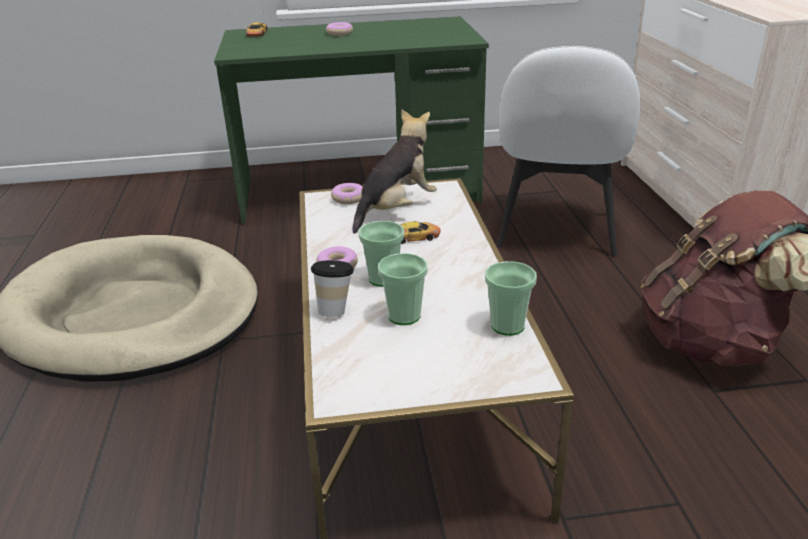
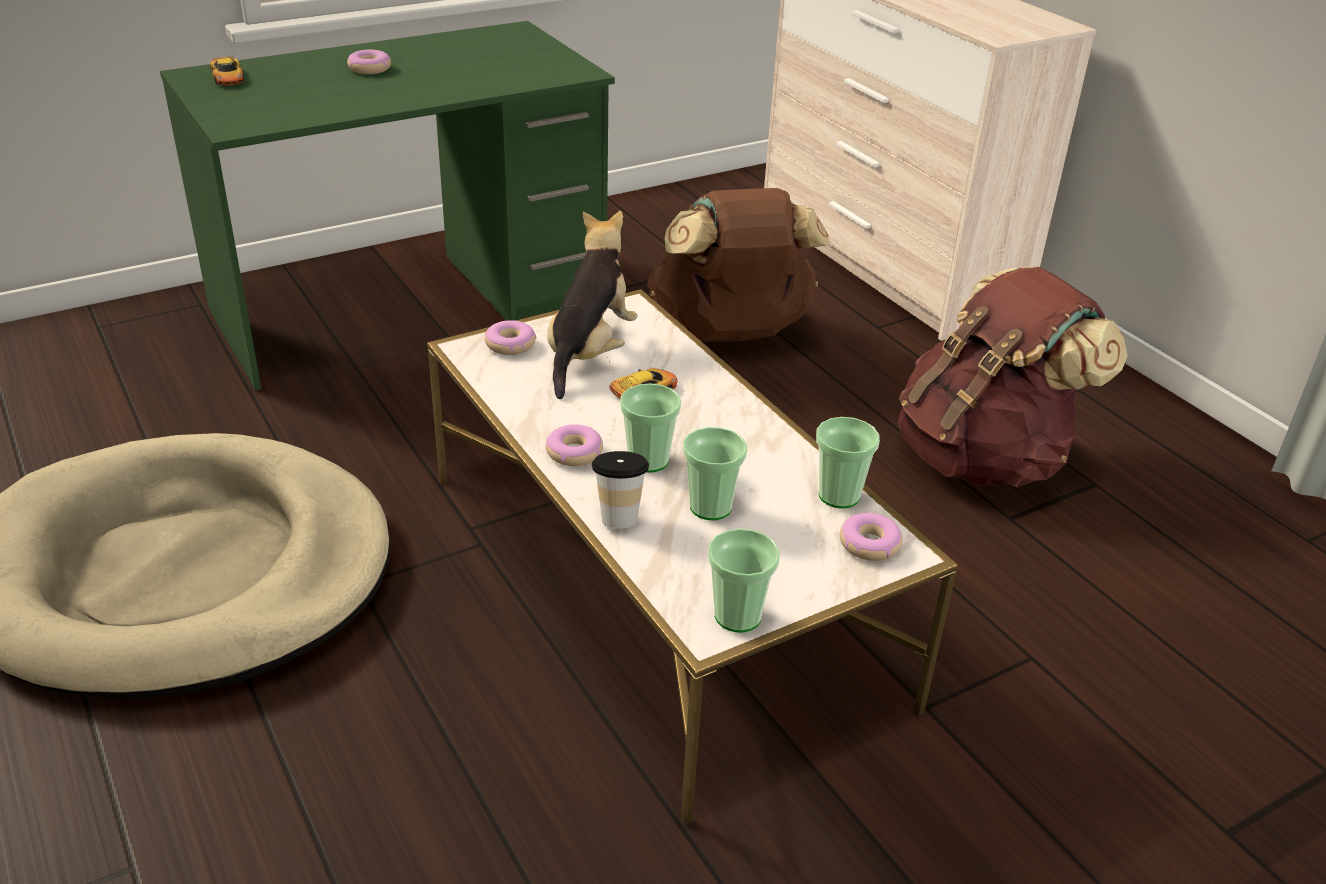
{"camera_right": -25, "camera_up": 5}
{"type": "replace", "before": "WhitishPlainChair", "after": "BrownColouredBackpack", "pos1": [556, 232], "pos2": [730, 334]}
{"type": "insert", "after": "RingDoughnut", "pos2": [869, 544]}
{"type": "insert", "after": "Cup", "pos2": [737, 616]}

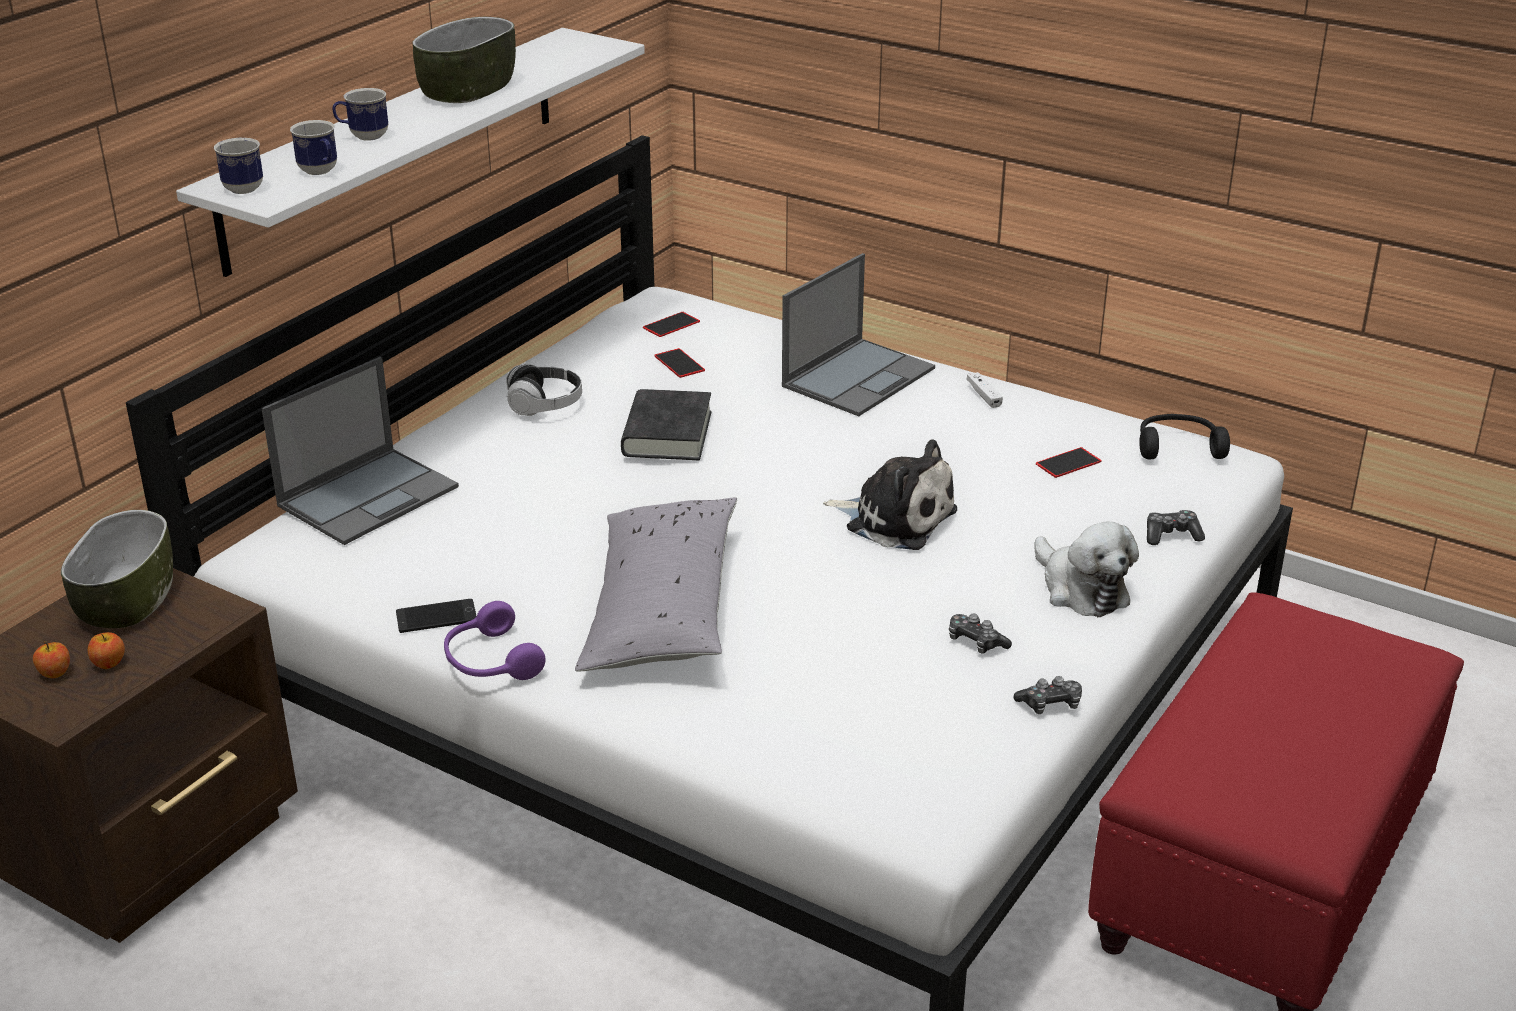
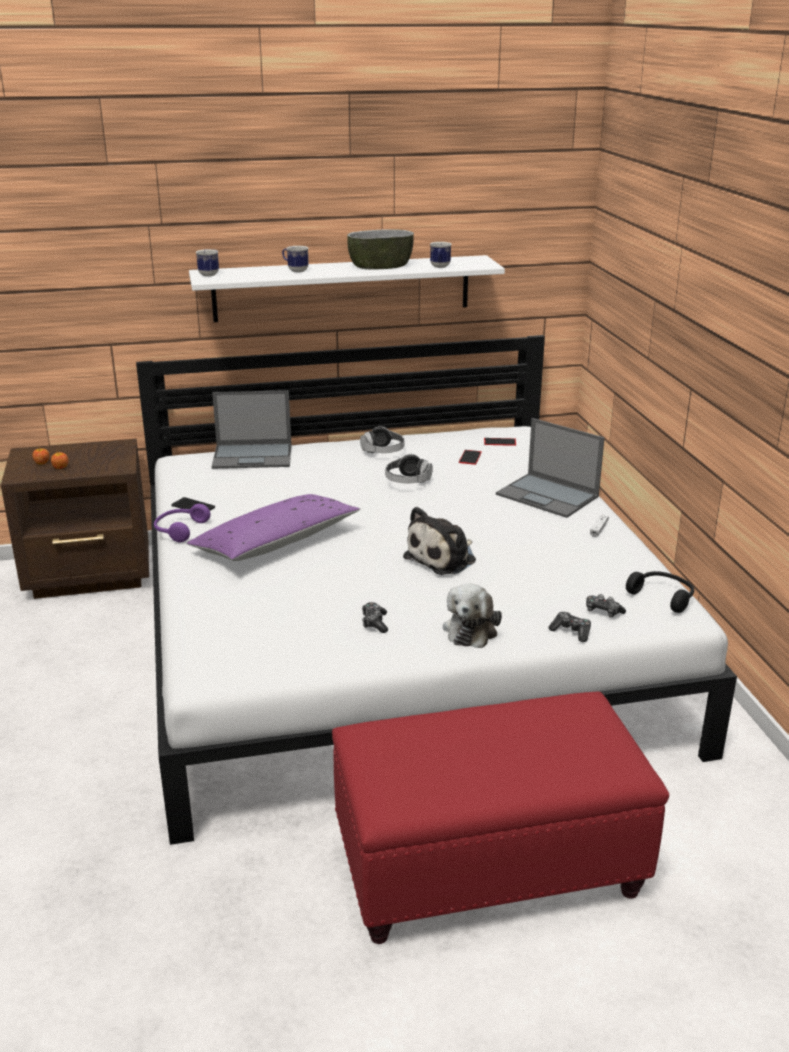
{"camera_right": 45, "camera_up": -5}
{"type": "move", "before": "TeaMug", "pos1": [321, 172], "pos2": [440, 267]}
{"type": "rotate", "before": "PortableComputer", "pos1": [859, 377], "pos2": [548, 496], "turn": 45}
{"type": "replace", "before": "BlackColouredBook", "after": "PairOfHeadphones", "pos1": [667, 434], "pos2": [407, 481]}
{"type": "rotate", "before": "CuddlyToy", "pos1": [895, 518], "pos2": [443, 558], "turn": 60}
{"type": "delete", "before": "Phone", "pos1": [1068, 463]}
{"type": "recolor", "before": "GrayPillow", "after": "PurplishPillow", "pos1": [661, 607], "pos2": [276, 543]}
{"type": "delete", "before": "ServingBowl", "pos1": [126, 600]}
{"type": "move", "before": "Gamepad", "pos1": [1050, 704], "pos2": [603, 612]}

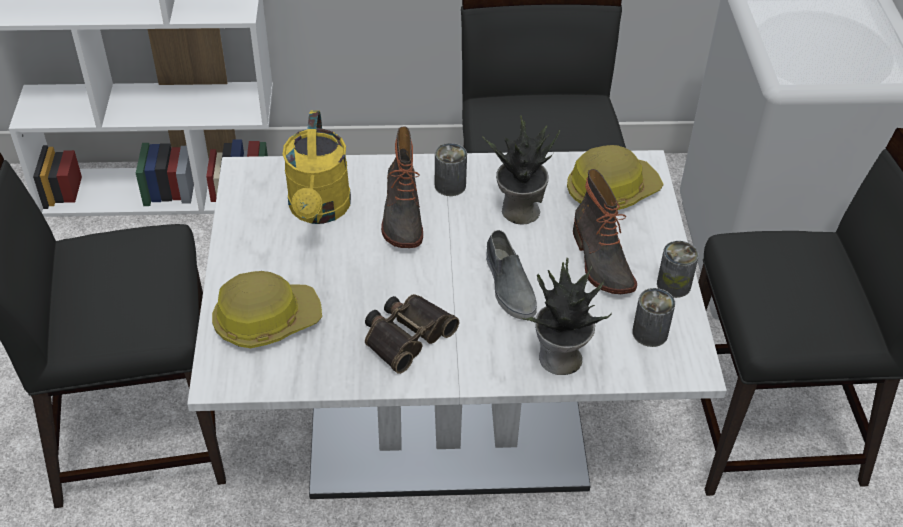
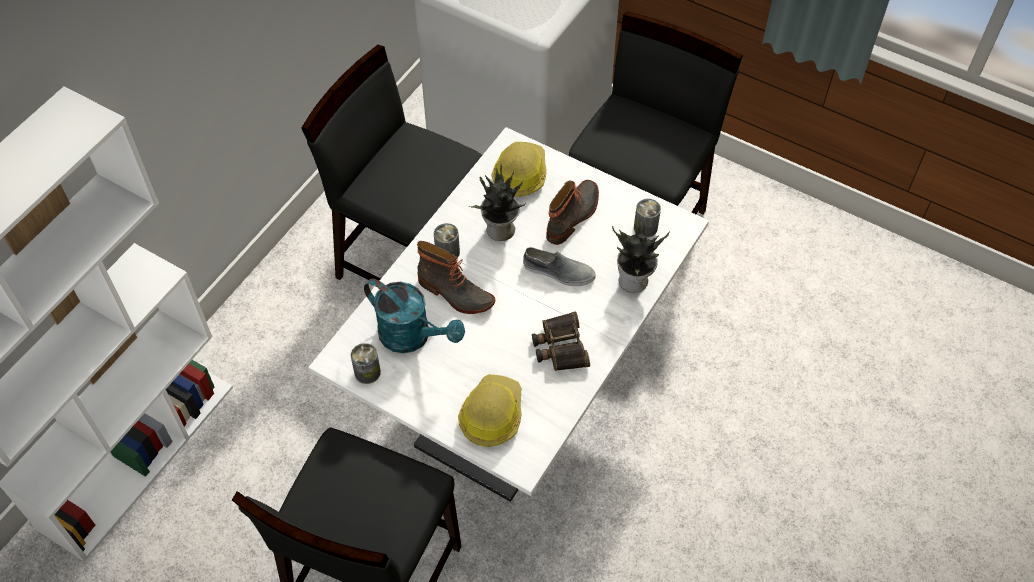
{"camera_right": -55, "camera_up": 10}
{"type": "recolor", "before": "YellowColouredWateringPot", "after": "BlueGreenWateringPot", "pos1": [319, 211], "pos2": [413, 336]}
{"type": "rotate", "before": "Boot", "pos1": [600, 261], "pos2": [573, 216], "turn": -75}
{"type": "move", "before": "Can", "pos1": [673, 285], "pos2": [367, 372]}

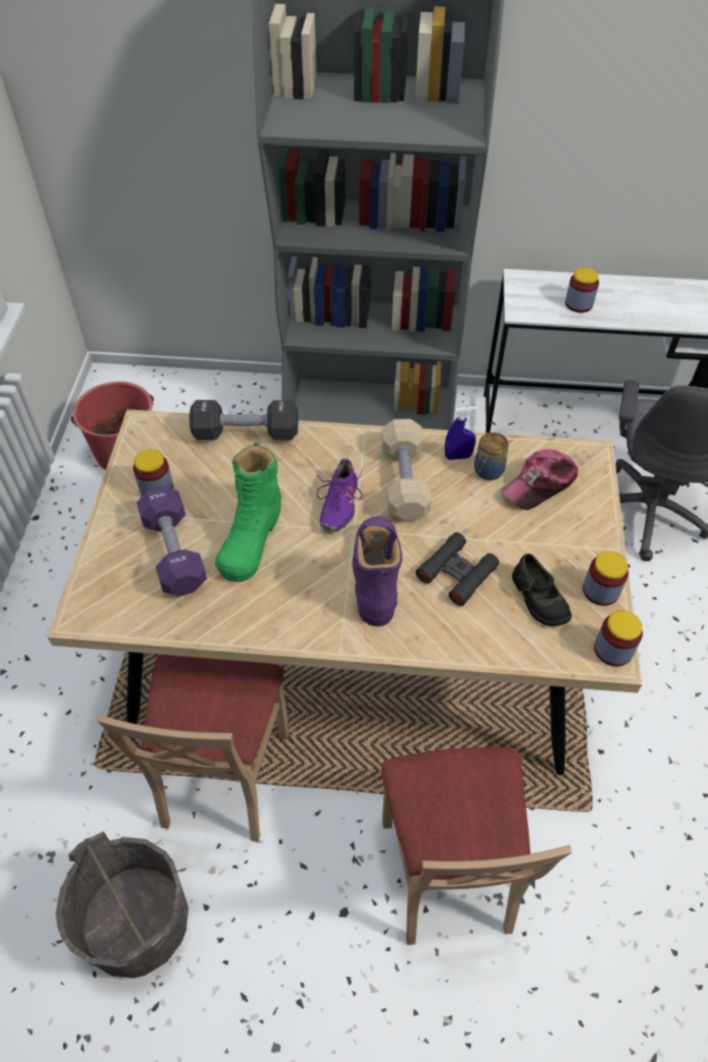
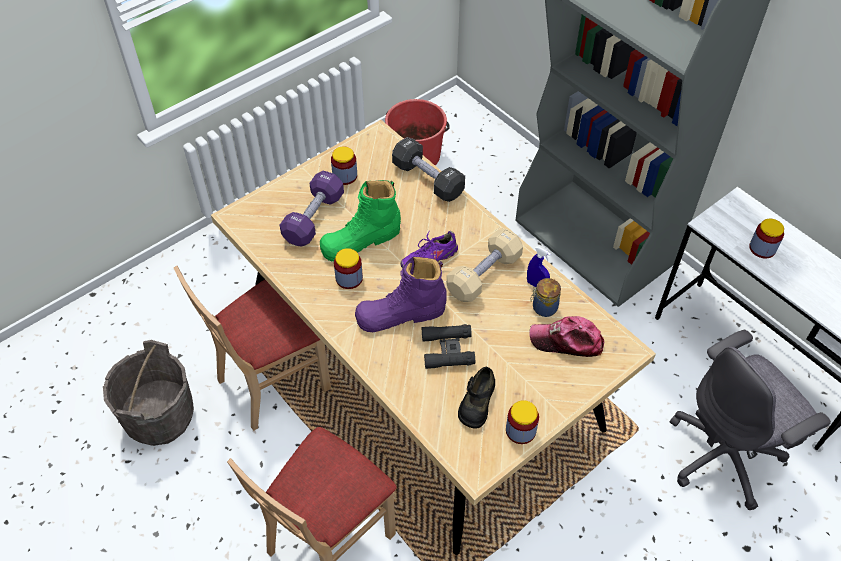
{"camera_right": 45, "camera_up": 0}
{"type": "rotate", "before": "PurplishBoot", "pos1": [376, 575], "pos2": [401, 314], "turn": -150}
{"type": "move", "before": "StorageJar", "pos1": [613, 649], "pos2": [349, 278]}

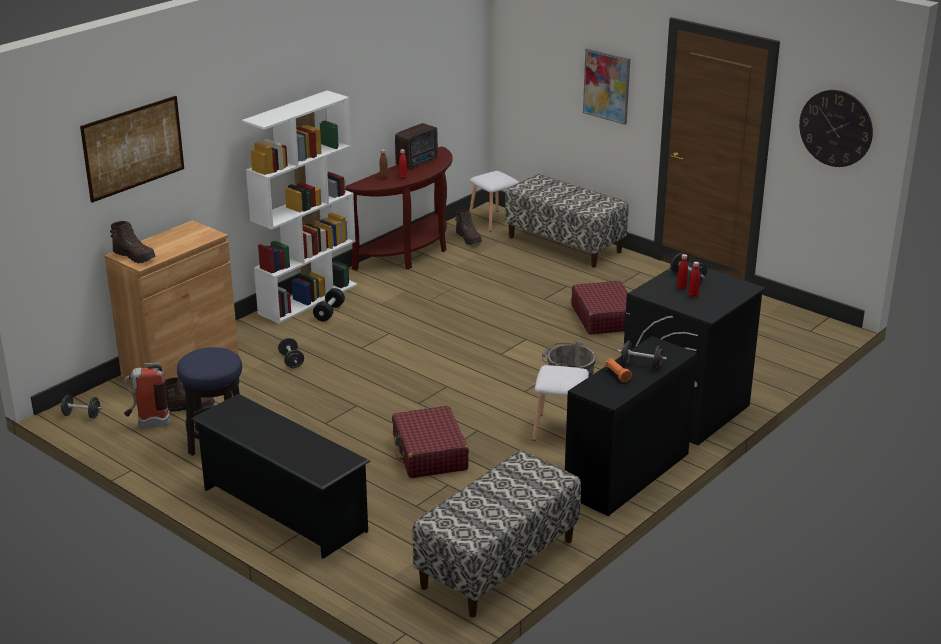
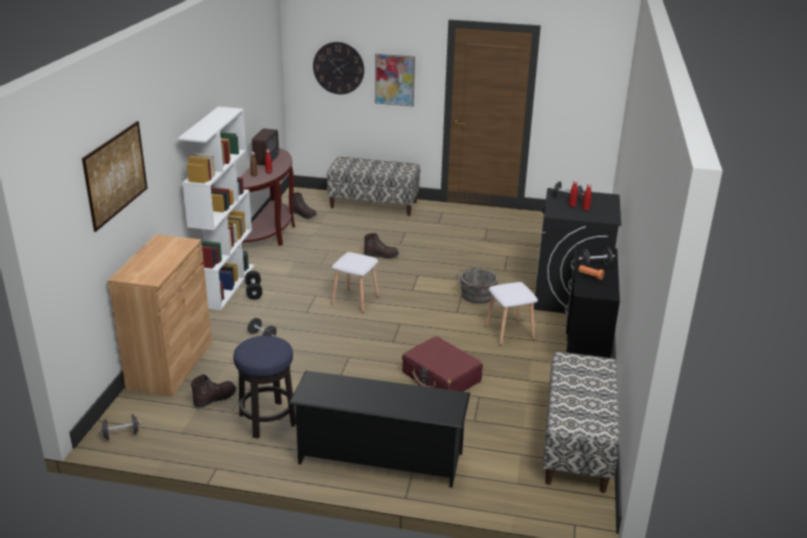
{"camera_right": -30, "camera_up": 0}
{"type": "move", "before": "HangingClock", "pos1": [836, 128], "pos2": [338, 68]}
{"type": "move", "before": "WhitishStool", "pos1": [494, 221], "pos2": [355, 300]}
{"type": "move", "before": "BrownColouredBoot", "pos1": [135, 257], "pos2": [381, 255]}
{"type": "delete", "before": "RedPieceOfLuggage", "pos1": [604, 318]}
{"type": "delete", "before": "FireFightingCylinder", "pos1": [148, 424]}

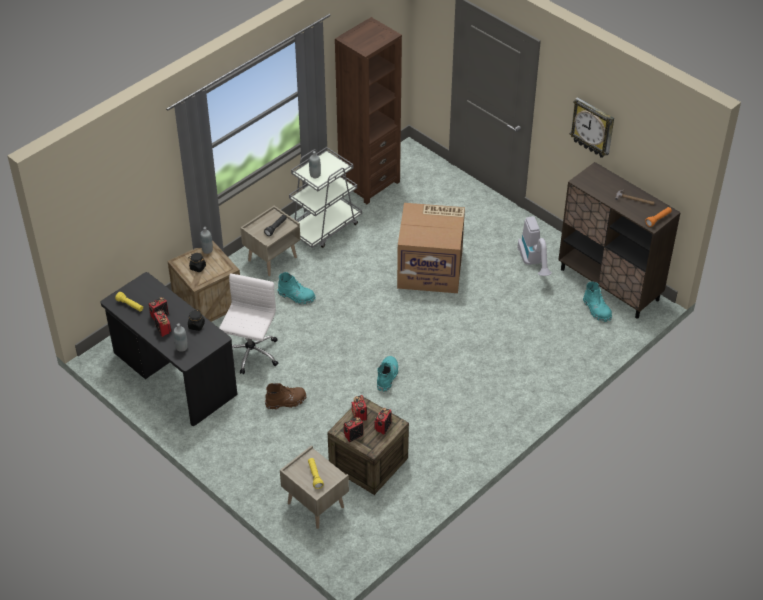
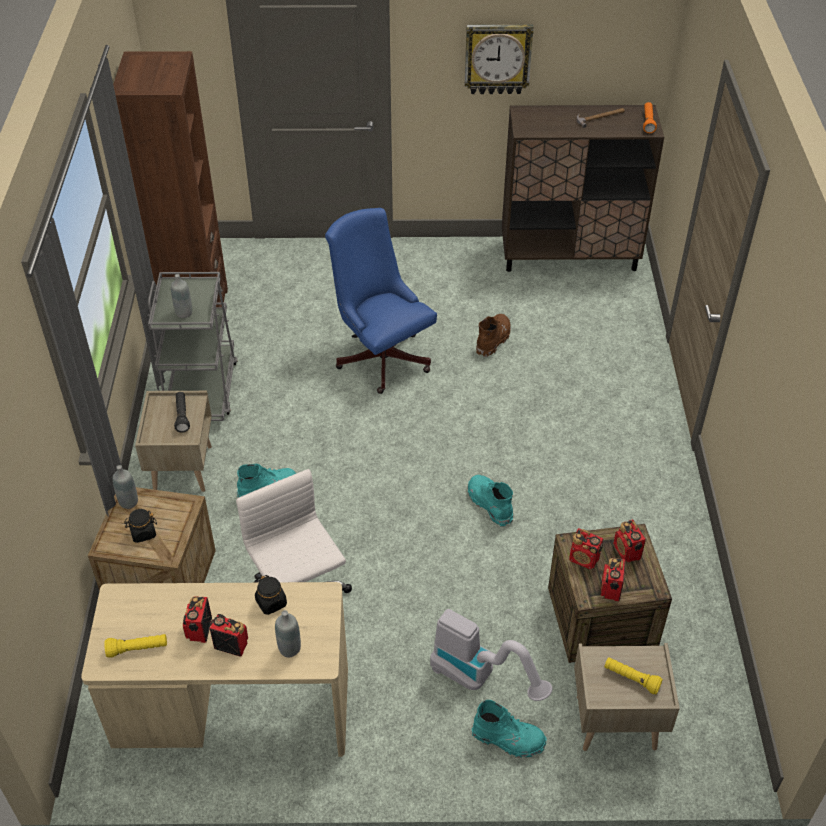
{"camera_right": -45, "camera_up": 0}
{"type": "replace", "before": "CardboardBox", "after": "BlueOfficeChair", "pos1": [431, 268], "pos2": [380, 355]}
{"type": "move", "before": "Hoover", "pos1": [534, 263], "pos2": [481, 678]}
{"type": "recolor", "before": "BlackColouredDeskTable", "after": "SandColouredDeskTable", "pos1": [173, 375], "pos2": [233, 710]}
{"type": "move", "before": "BlueGreenBoot", "pos1": [596, 310], "pos2": [508, 739]}
{"type": "move", "before": "BrownColouredBoot", "pos1": [286, 402], "pos2": [493, 340]}

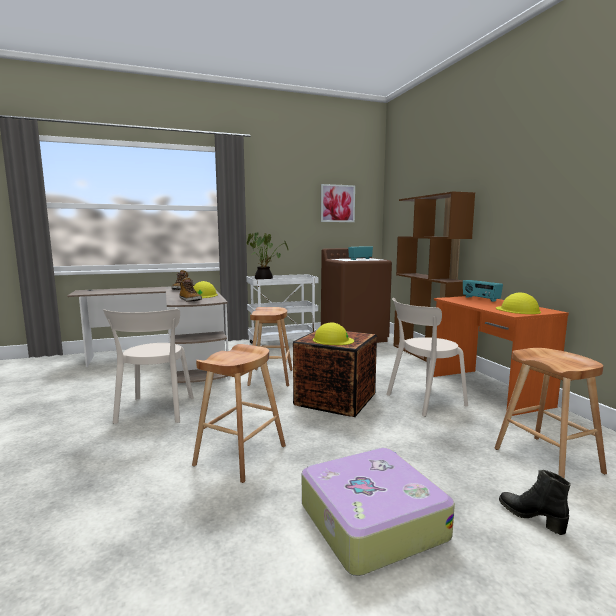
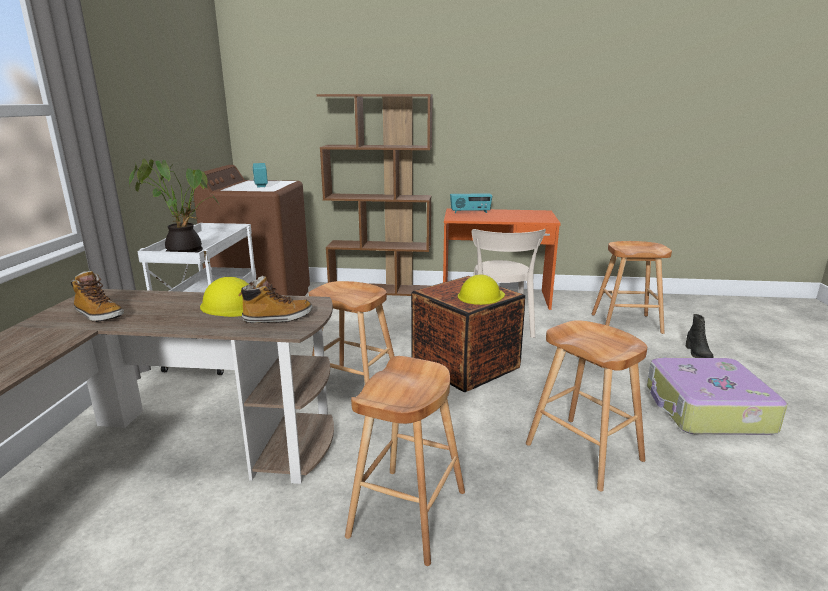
{"camera_right": -65, "camera_up": 10}
{"type": "delete", "before": "WallPicture", "pos1": [337, 203]}
{"type": "delete", "before": "YellowColouredHardHat", "pos1": [518, 310]}
{"type": "replace", "before": "SandColouredPlainChair", "after": "BrownColouredStool", "pos1": [154, 411], "pos2": [408, 513]}
{"type": "rotate", "before": "BlackColouredBoot", "pos1": [531, 517], "pos2": [697, 354], "turn": -75}

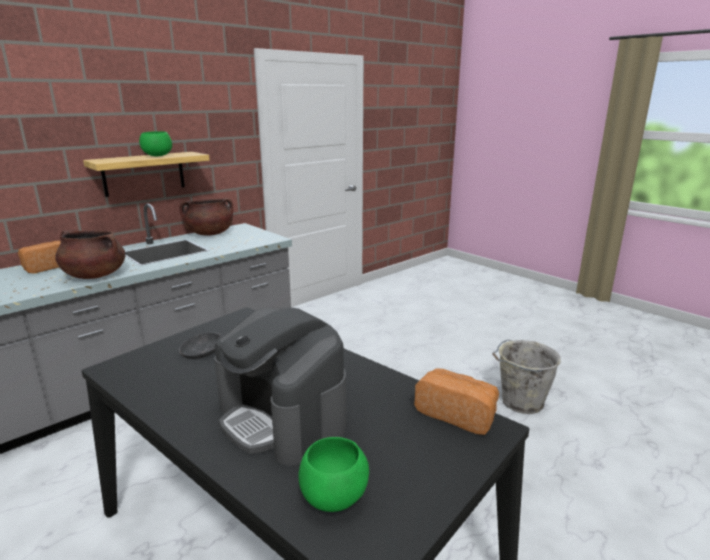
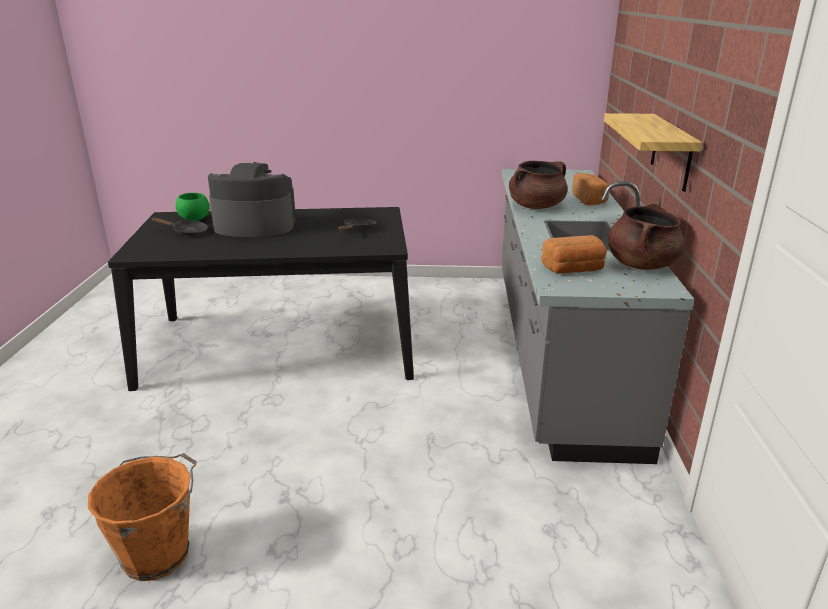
{"camera_right": 135, "camera_up": 5}
{"type": "delete", "before": "GreenServingBowl", "pos1": [157, 156]}
{"type": "recolor", "before": "GrayPail", "after": "OrangePail", "pos1": [520, 402], "pos2": [159, 554]}
{"type": "move", "before": "BakedBread", "pos1": [457, 414], "pos2": [574, 270]}
{"type": "insert", "after": "BlackColouredPan", "pos2": [187, 232]}

